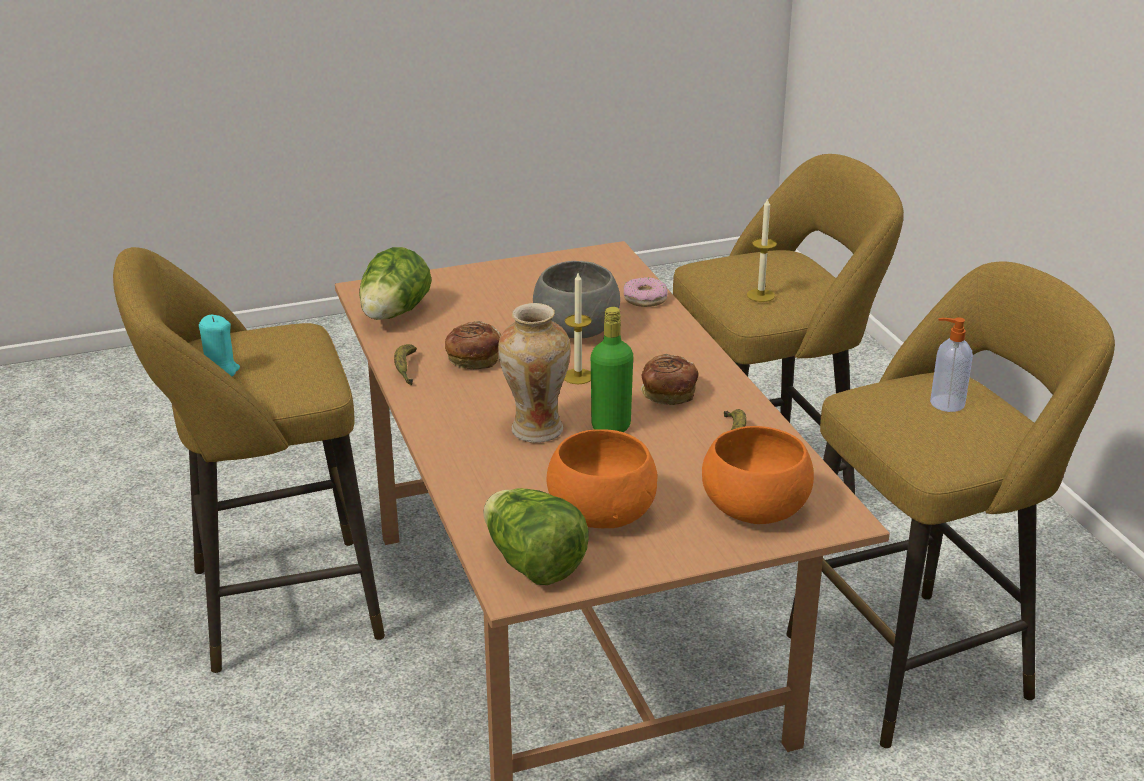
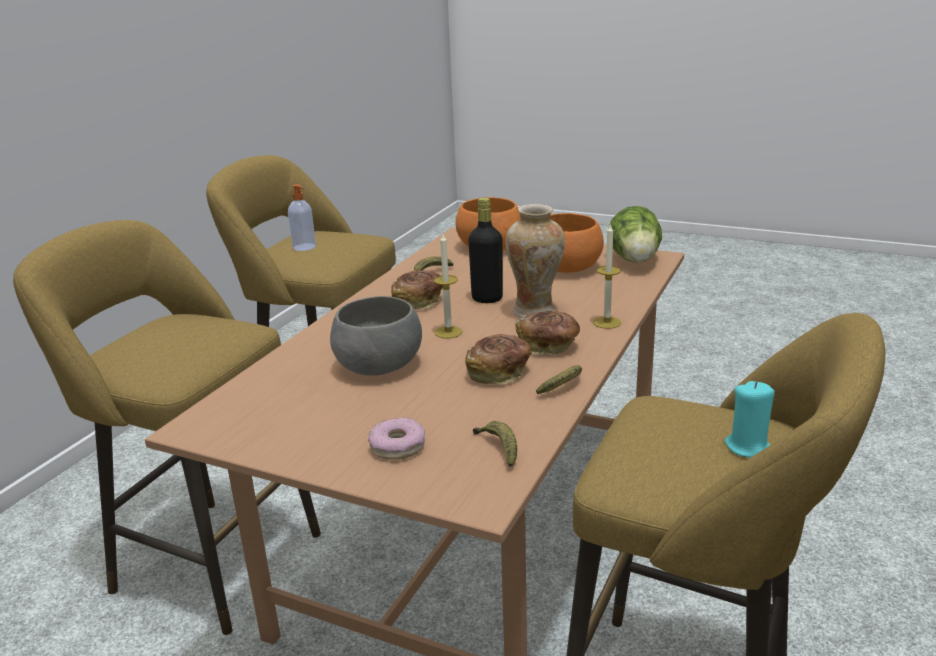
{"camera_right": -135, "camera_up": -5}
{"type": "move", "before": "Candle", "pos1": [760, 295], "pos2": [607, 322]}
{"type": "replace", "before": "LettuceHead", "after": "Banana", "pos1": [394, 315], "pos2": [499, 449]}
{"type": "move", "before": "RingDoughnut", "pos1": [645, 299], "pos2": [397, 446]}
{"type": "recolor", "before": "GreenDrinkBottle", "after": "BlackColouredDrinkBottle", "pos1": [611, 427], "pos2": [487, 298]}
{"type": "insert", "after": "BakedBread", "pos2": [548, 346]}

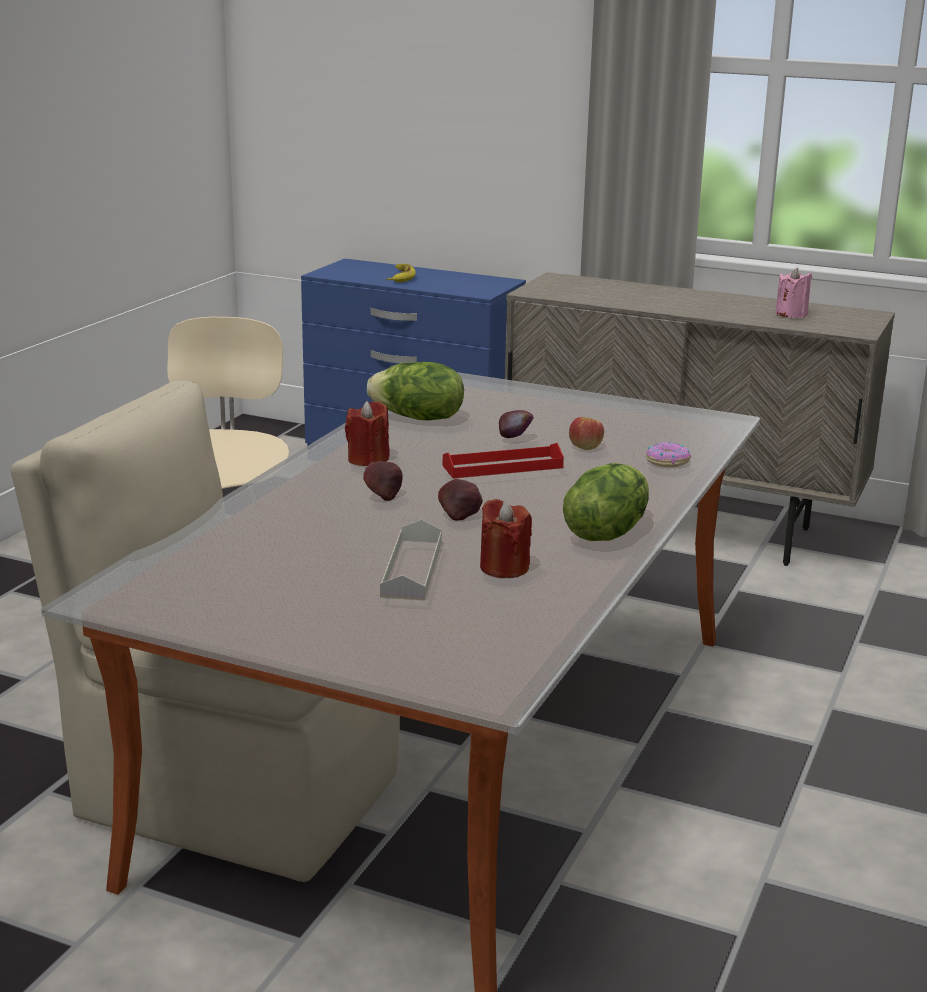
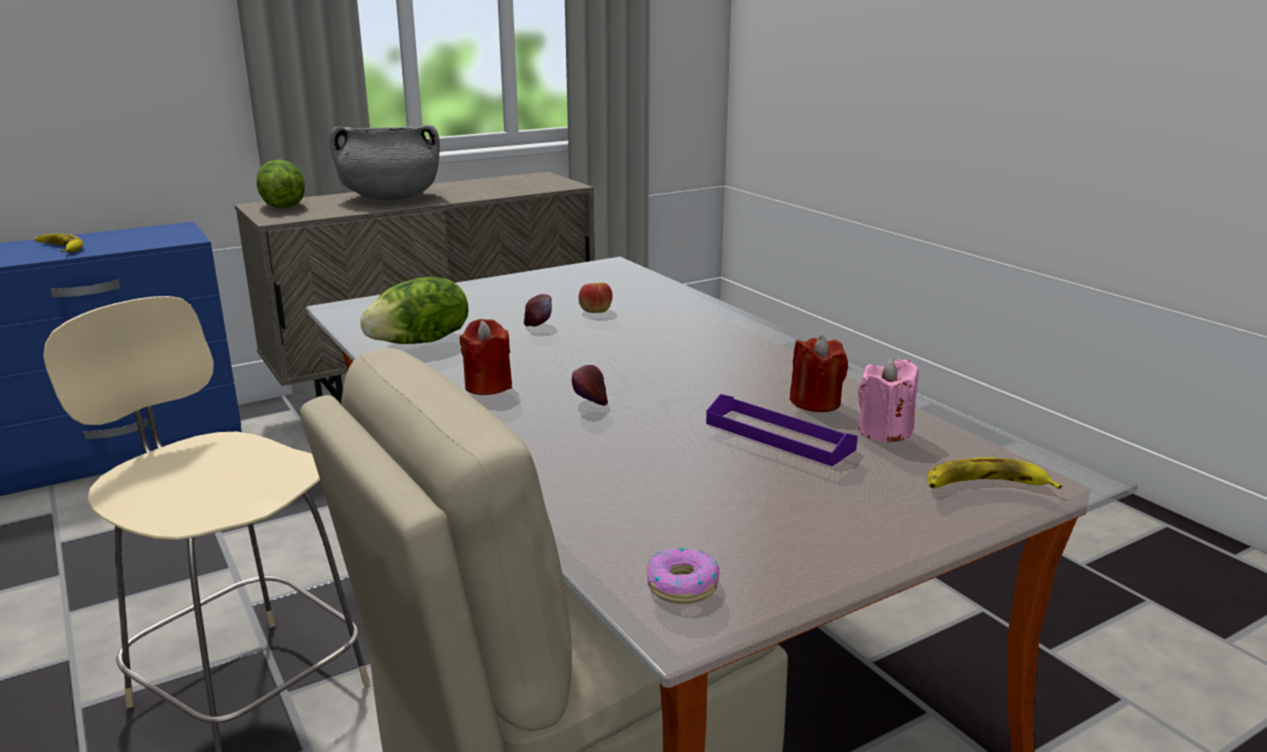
{"camera_right": -55, "camera_up": 0}
{"type": "move", "before": "PinkColouredCandle", "pos1": [791, 314], "pos2": [884, 431]}
{"type": "move", "before": "RingDoughnut", "pos1": [667, 461], "pos2": [682, 585]}
{"type": "delete", "before": "RedTray", "pos1": [502, 466]}
{"type": "move", "before": "LettuceHead", "pos1": [605, 532], "pos2": [282, 206]}
{"type": "delete", "before": "AppleFruit", "pos1": [460, 515]}
{"type": "recolor", "before": "GrayTray", "after": "PurplishTray", "pos1": [412, 568], "pos2": [779, 436]}
{"type": "insert", "after": "GrayStockpot", "pos2": [390, 198]}
{"type": "insert", "after": "Banana", "pos2": [985, 486]}

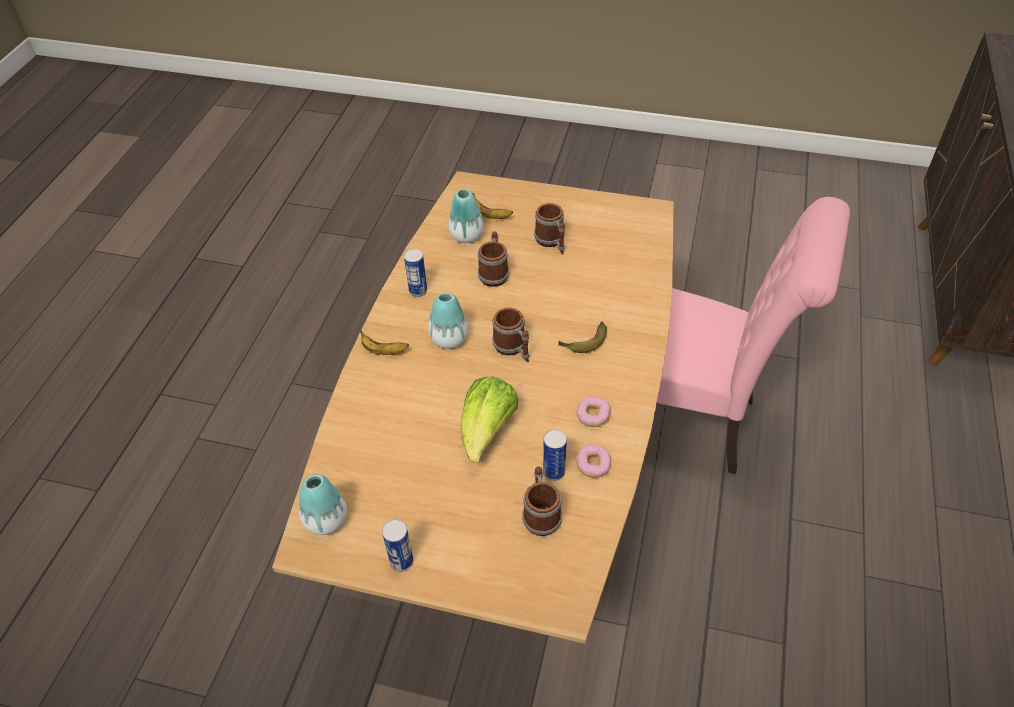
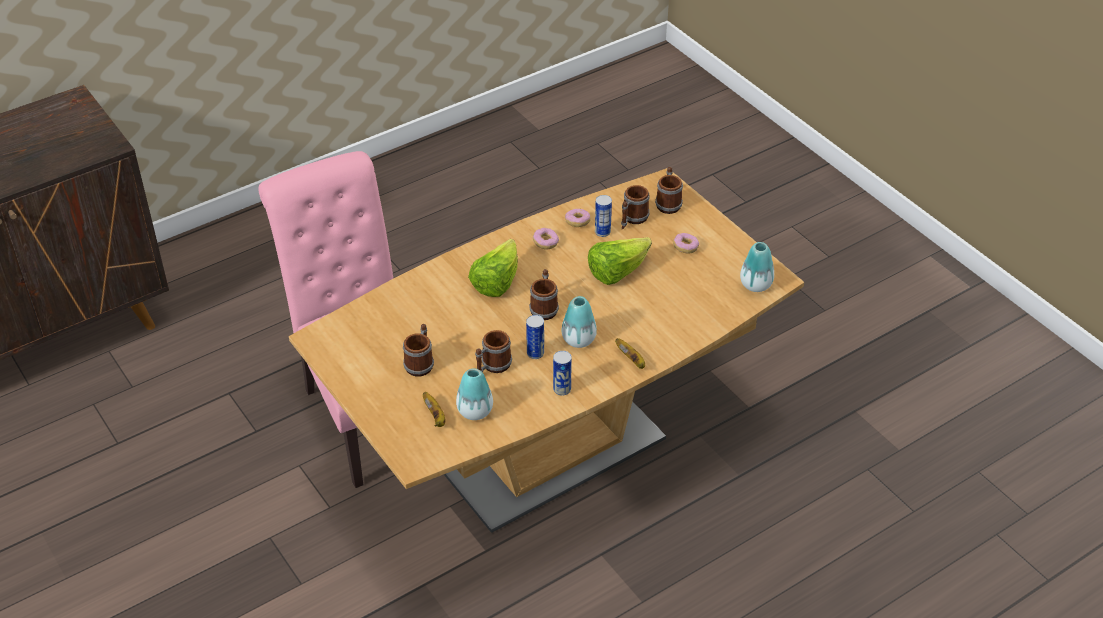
{"camera_right": -140, "camera_up": -5}
{"type": "replace", "before": "Banana", "after": "LettuceHead", "pos1": [584, 343], "pos2": [496, 282]}
{"type": "move", "before": "Can", "pos1": [401, 561], "pos2": [535, 353]}
{"type": "insert", "after": "TeaMug", "pos2": [668, 203]}
{"type": "insert", "after": "RingDoughnut", "pos2": [685, 247]}

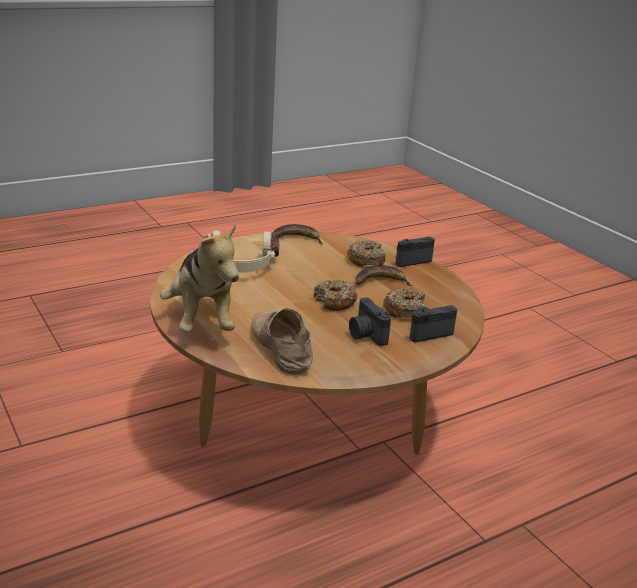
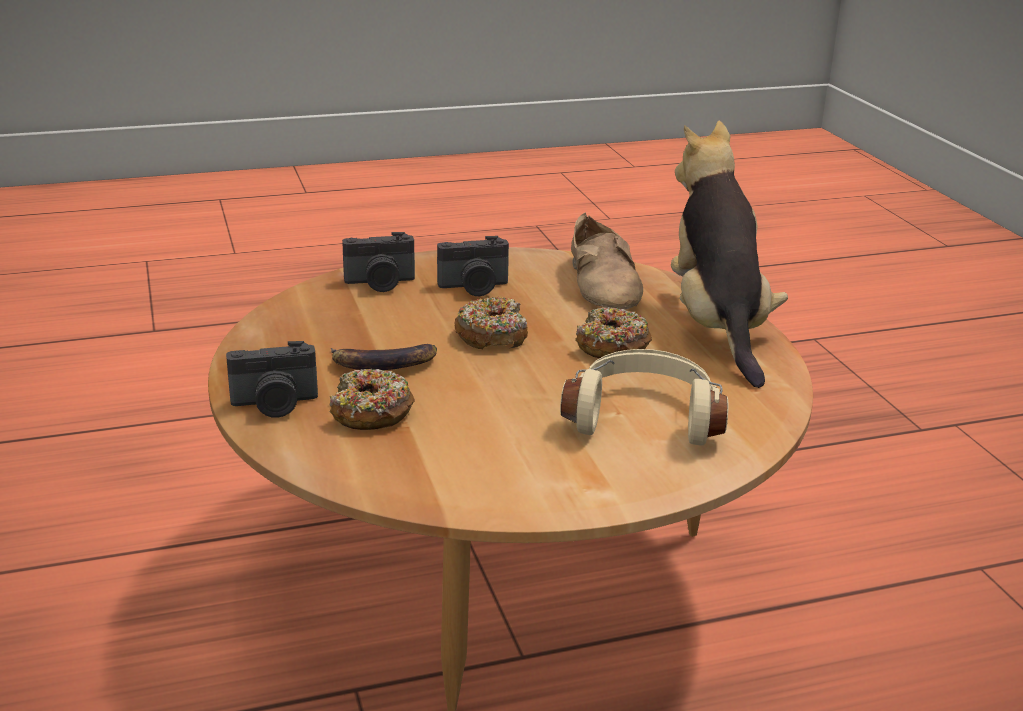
{"camera_right": -165, "camera_up": 0}
{"type": "delete", "before": "Banana", "pos1": [295, 239]}
{"type": "move", "before": "RingDoughnut", "pos1": [404, 310], "pos2": [612, 346]}
{"type": "rotate", "before": "PhotoCamera", "pos1": [366, 335], "pos2": [474, 287], "turn": 90}

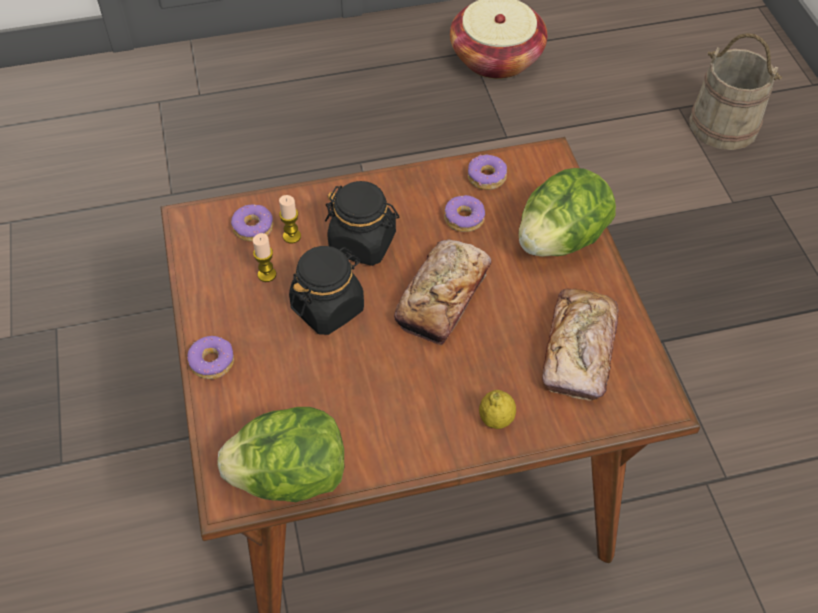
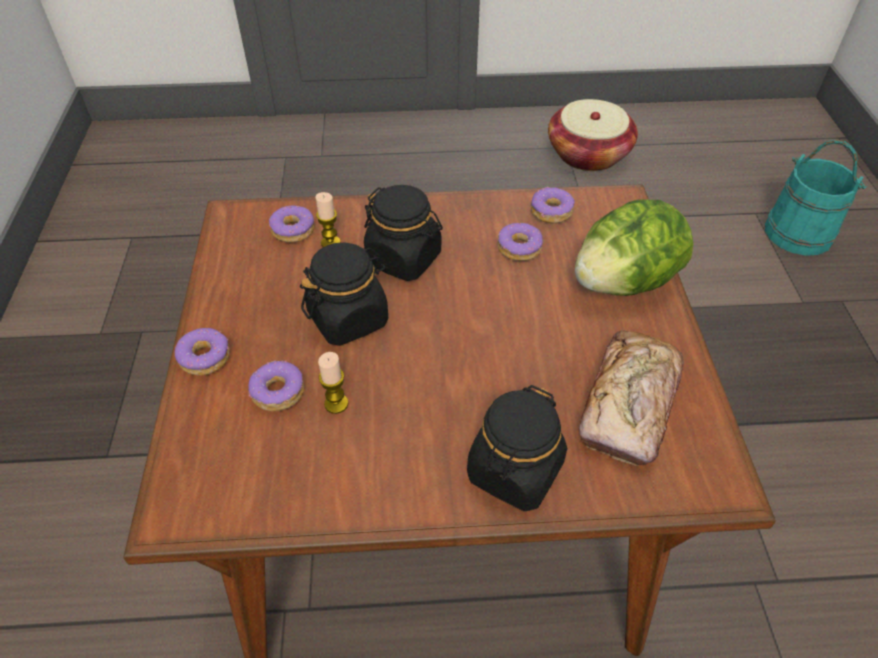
{"camera_right": 10, "camera_up": -5}
{"type": "recolor", "before": "SandColouredPail", "after": "BlueGreenPail", "pos1": [724, 125], "pos2": [798, 233]}
{"type": "move", "before": "Candle", "pos1": [267, 274], "pos2": [336, 403]}
{"type": "delete", "before": "BakedBread", "pos1": [443, 297]}
{"type": "replace", "before": "Lemon", "after": "BlackColouredStorageJar", "pos1": [496, 419], "pos2": [514, 471]}
{"type": "delete", "before": "LettuceHead", "pos1": [291, 476]}
{"type": "insert", "after": "RingDoughnut", "pos2": [277, 392]}

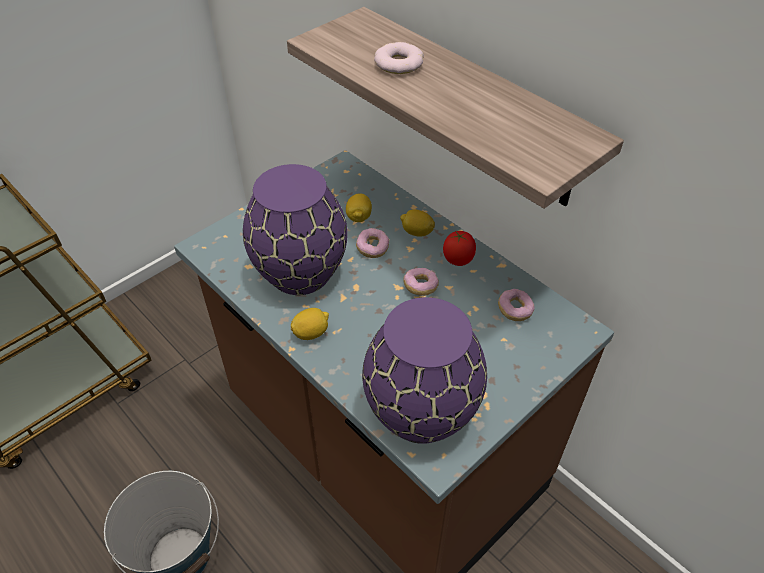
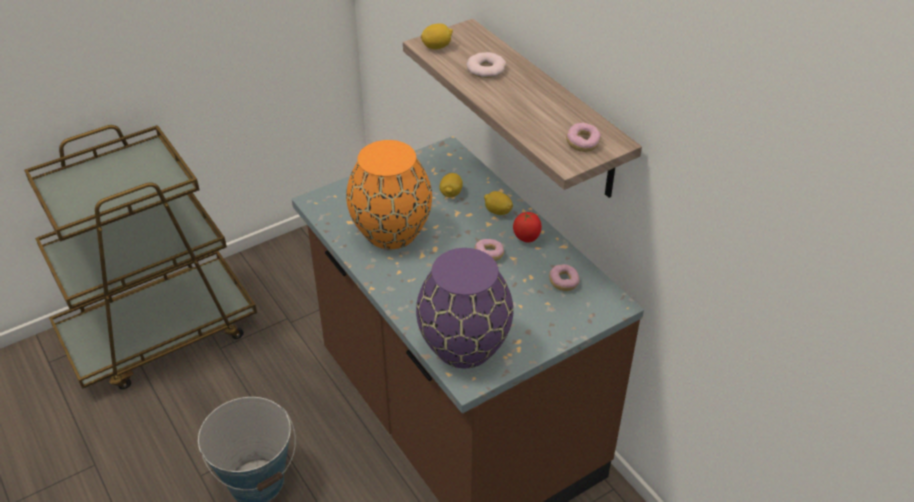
{"camera_right": 10, "camera_up": -5}
{"type": "recolor", "before": "PurplishFlowerVase", "after": "OrangeFlowerVase", "pos1": [301, 274], "pos2": [391, 233]}
{"type": "move", "before": "RingDoughnut", "pos1": [372, 248], "pos2": [582, 144]}
{"type": "move", "before": "Lemon", "pos1": [311, 333], "pos2": [437, 47]}

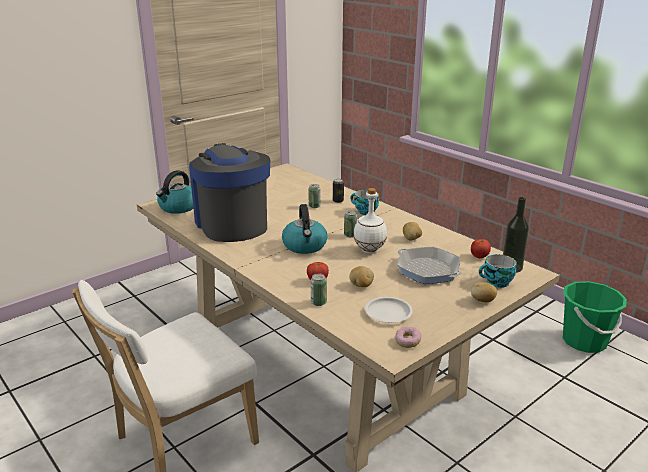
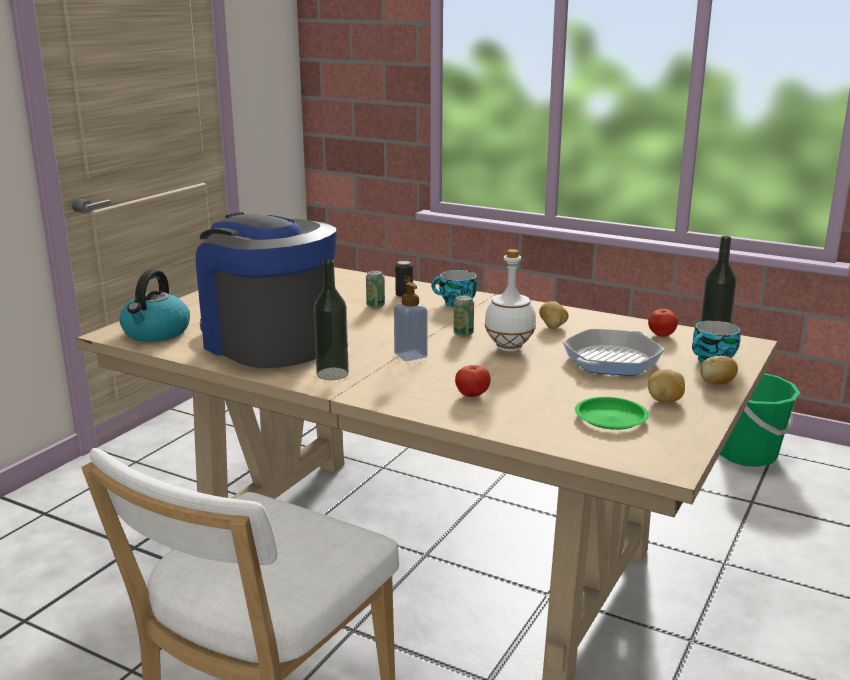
{"camera_right": -20, "camera_up": -5}
{"type": "replace", "before": "Kettle", "after": "SoapBottle", "pos1": [305, 246], "pos2": [410, 355]}
{"type": "rotate", "before": "Pan", "pos1": [428, 270], "pos2": [612, 360], "turn": -75}
{"type": "move", "before": "Potato", "pos1": [361, 285], "pos2": [665, 400]}
{"type": "delete", "before": "Can", "pos1": [318, 302]}
{"type": "recolor", "before": "WhitishDinnerPlate", "after": "GreenDinnerPlate", "pos1": [388, 313], "pos2": [610, 418]}
{"type": "delete", "before": "RingDoughnut", "pos1": [407, 342]}
{"type": "insert", "after": "DrinkBottle", "pos2": [332, 374]}

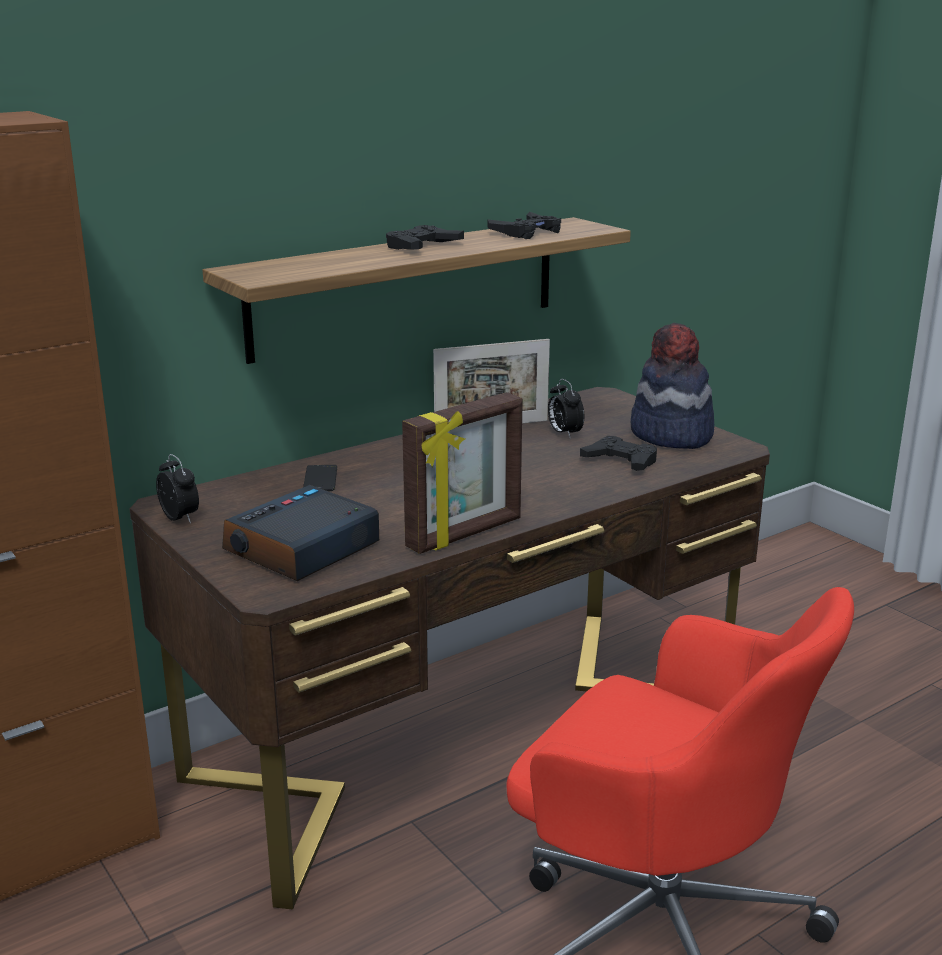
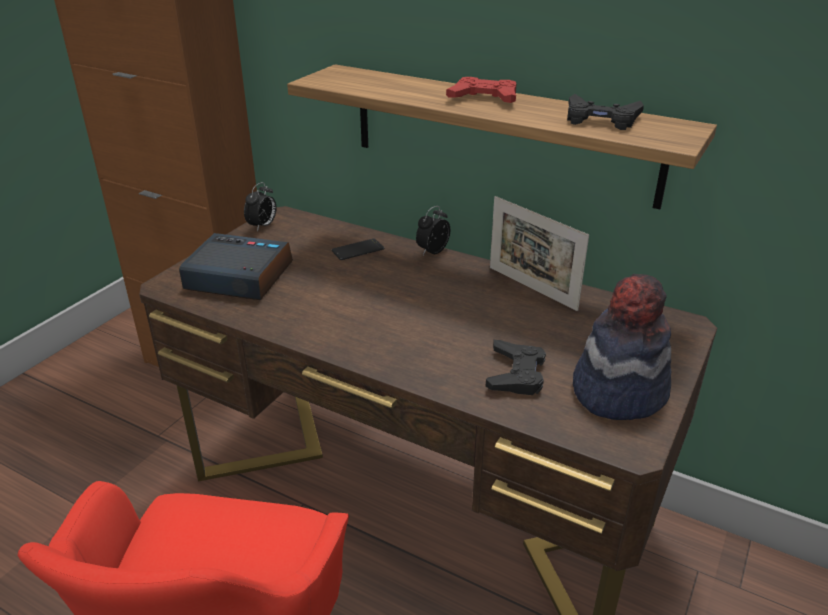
{"camera_right": 65, "camera_up": 10}
{"type": "recolor", "before": "BlackColouredGamepad", "after": "RedGamepad", "pos1": [422, 246], "pos2": [484, 98]}
{"type": "move", "before": "BedsideClock", "pos1": [564, 433], "pos2": [432, 251]}
{"type": "delete", "before": "PhotoFrame", "pos1": [465, 534]}

